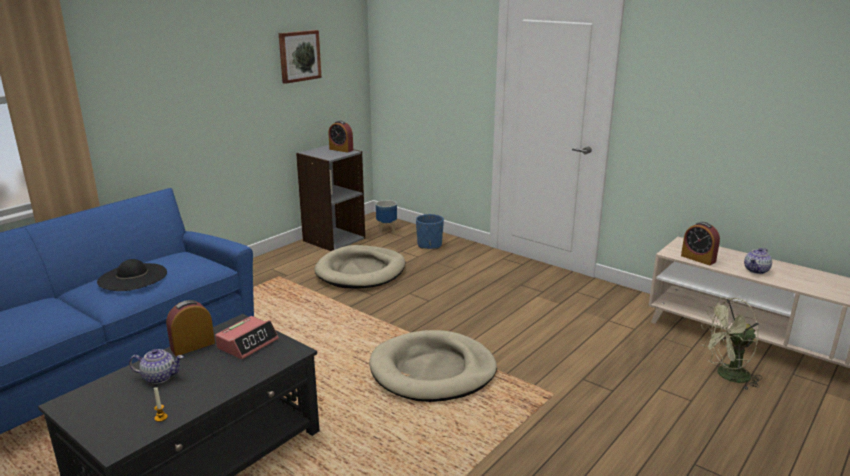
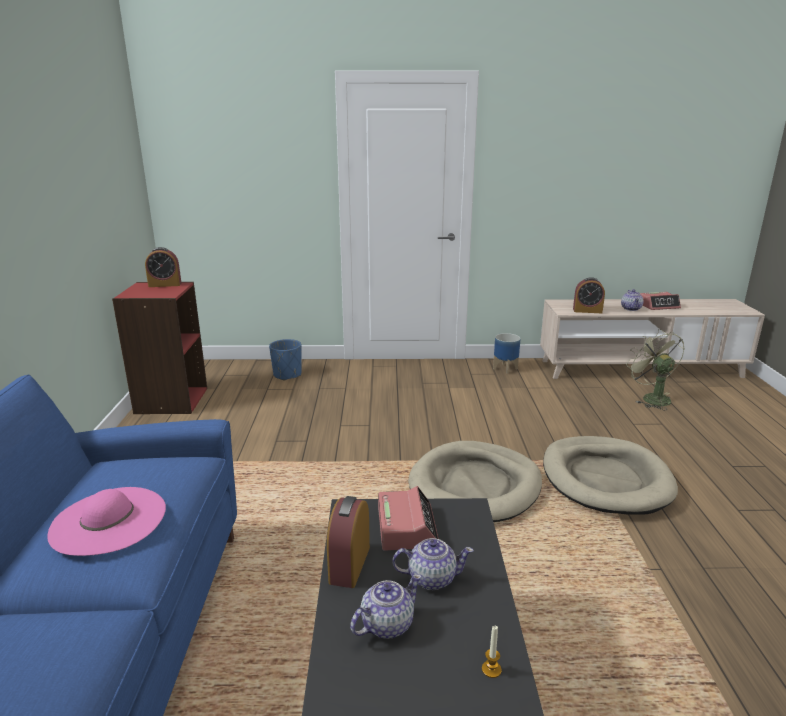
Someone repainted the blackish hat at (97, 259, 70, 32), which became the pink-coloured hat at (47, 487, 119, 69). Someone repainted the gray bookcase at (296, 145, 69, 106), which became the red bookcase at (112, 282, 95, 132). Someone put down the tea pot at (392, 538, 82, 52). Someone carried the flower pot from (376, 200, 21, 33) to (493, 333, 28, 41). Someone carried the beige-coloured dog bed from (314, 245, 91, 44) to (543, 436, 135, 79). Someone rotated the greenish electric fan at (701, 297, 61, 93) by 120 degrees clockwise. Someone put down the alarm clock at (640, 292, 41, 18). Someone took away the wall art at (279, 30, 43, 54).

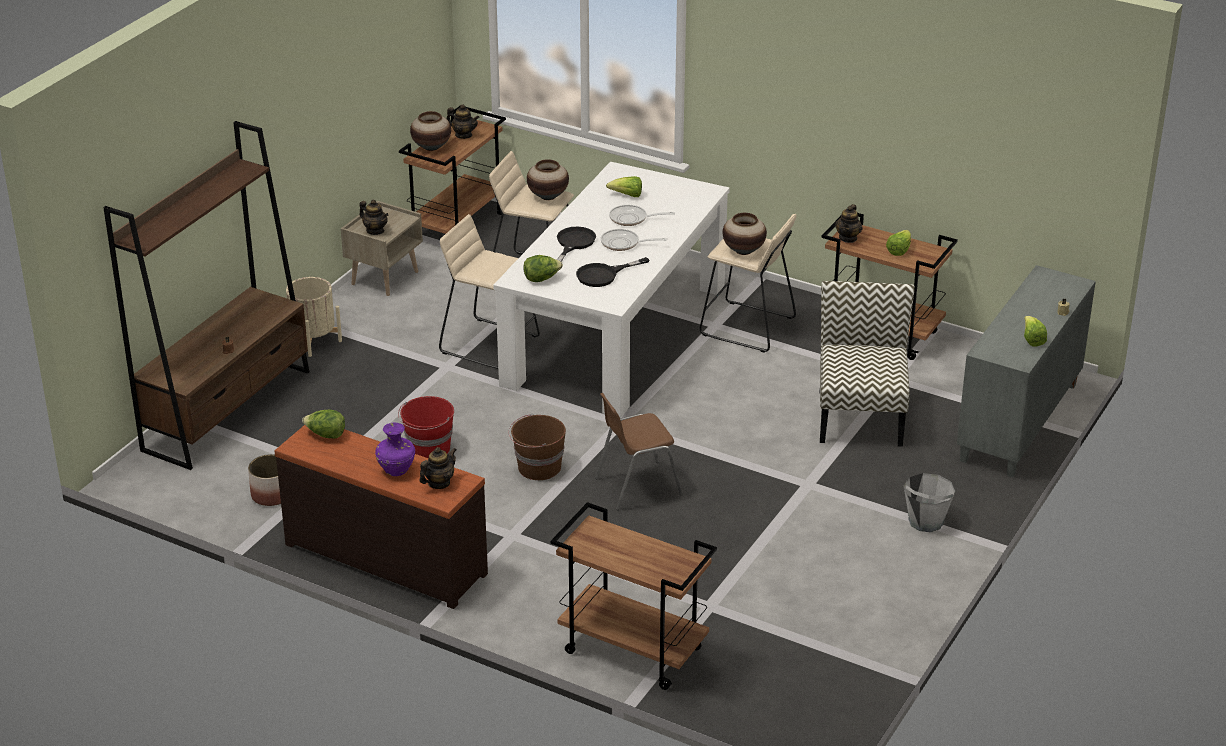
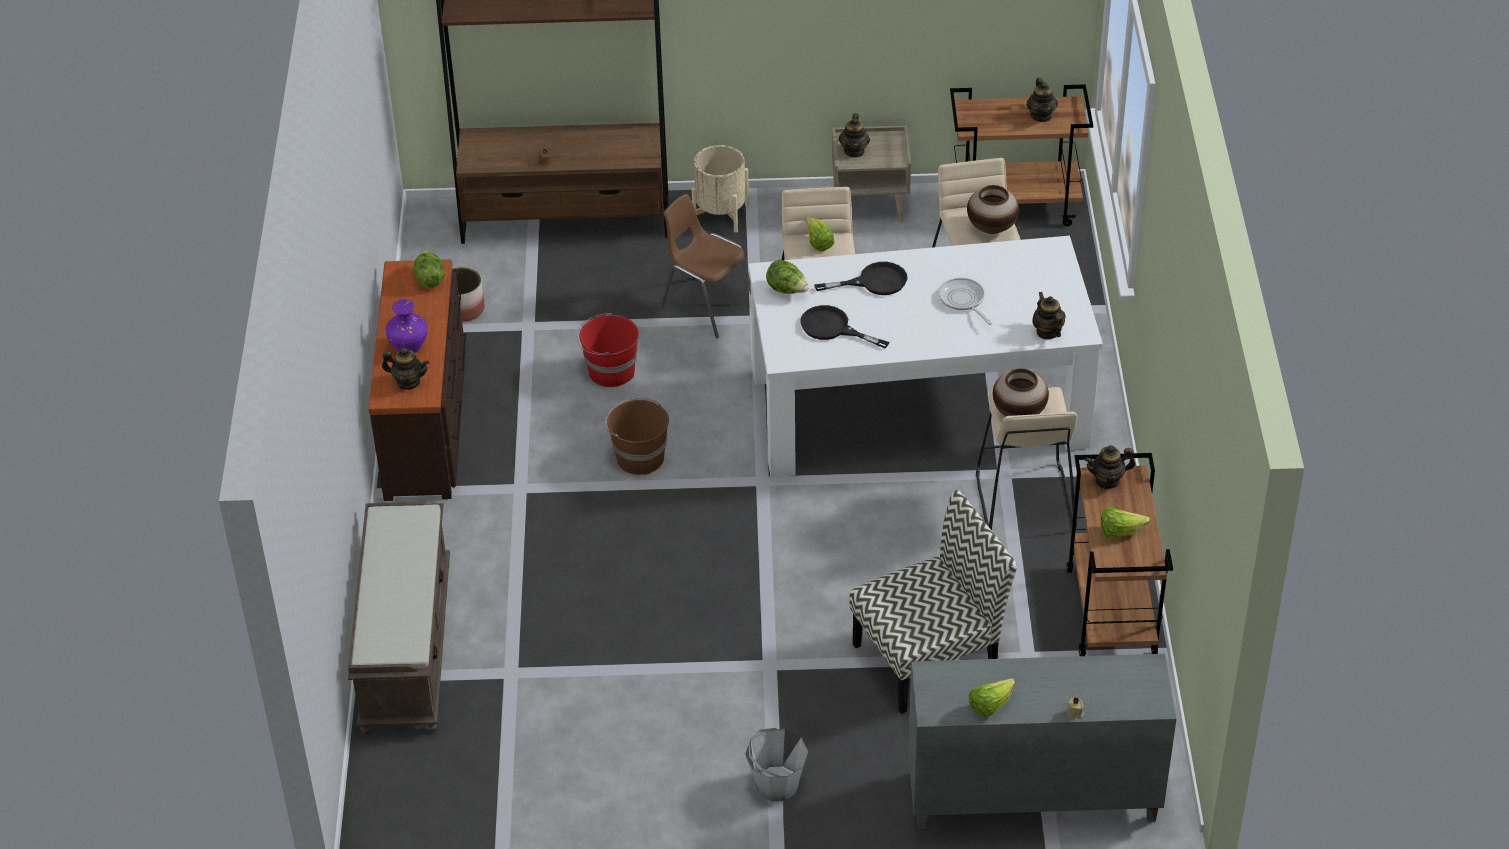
Someone swapped the brownish cart at (550, 502, 167, 188) for the brownish long seat at (348, 502, 102, 233). Someone carried the brownish chair from (595, 393, 87, 117) to (660, 194, 91, 144). Someone carried the lettuce from (606, 176, 36, 21) to (805, 217, 29, 35). Someone put down the tea pot at (1032, 292, 34, 47). Someone took away the decorative vase at (410, 111, 41, 40). Someone took away the skillet at (601, 229, 66, 22).

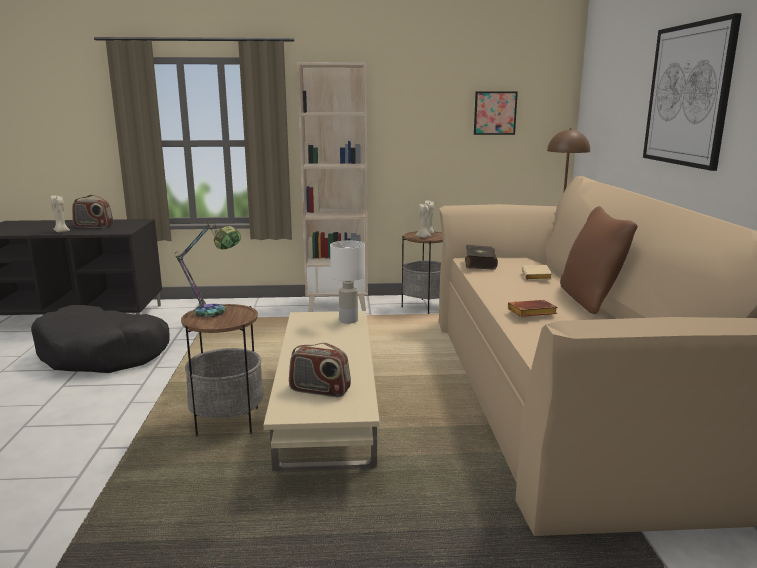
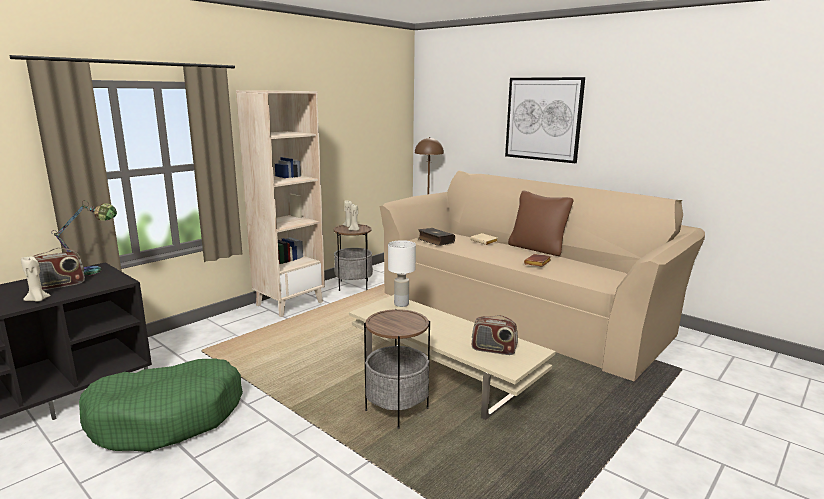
Someone carried the lamp for a table from (175, 219, 66, 98) to (51, 201, 66, 75). Someone repainted the blackish dog bed at (31, 305, 139, 68), which became the greenish dog bed at (79, 359, 164, 93). Someone rotated the radio at (289, 343, 62, 54) by 45 degrees clockwise. Someone took away the wall art at (474, 91, 44, 44).

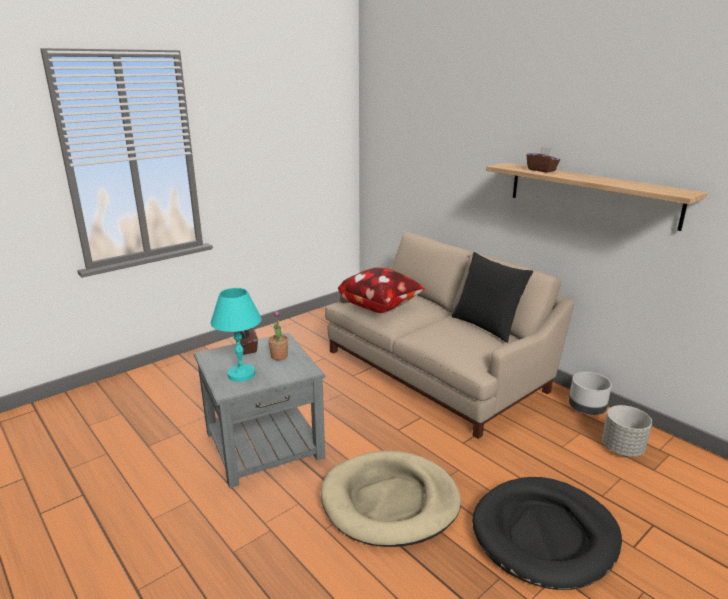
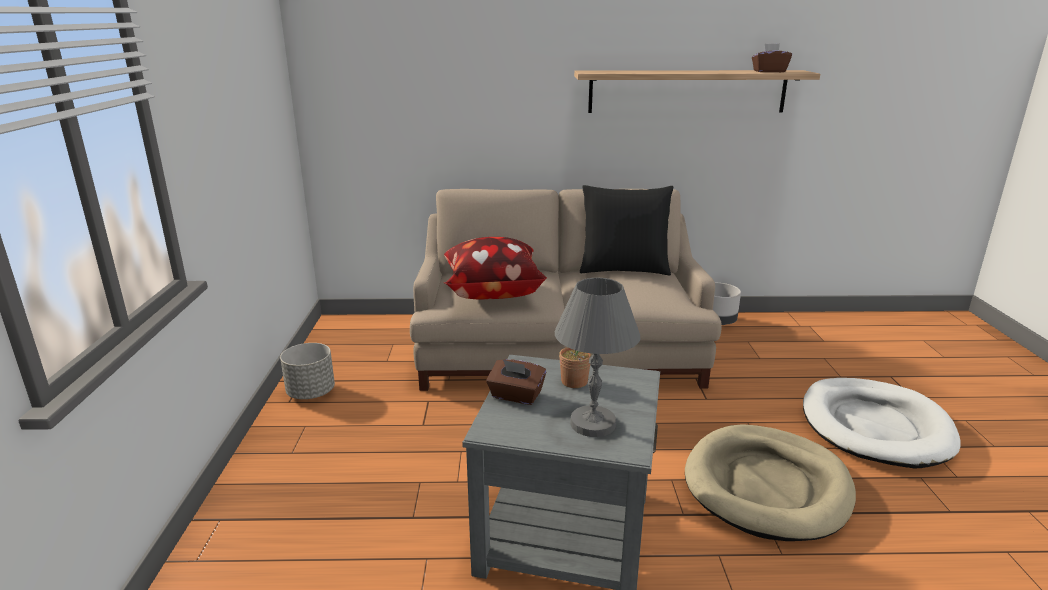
Someone carried the gray flower pot from (602, 405, 50, 52) to (280, 343, 55, 56). Someone repainted the turquoise-coloured lamp for a table at (211, 288, 51, 94), which became the gray lamp for a table at (555, 278, 85, 159). Someone carried the brownish tissue holder from (526, 147, 34, 25) to (752, 43, 40, 29). Someone repainted the blackish dog bed at (472, 477, 150, 113), which became the white dog bed at (803, 378, 158, 91).

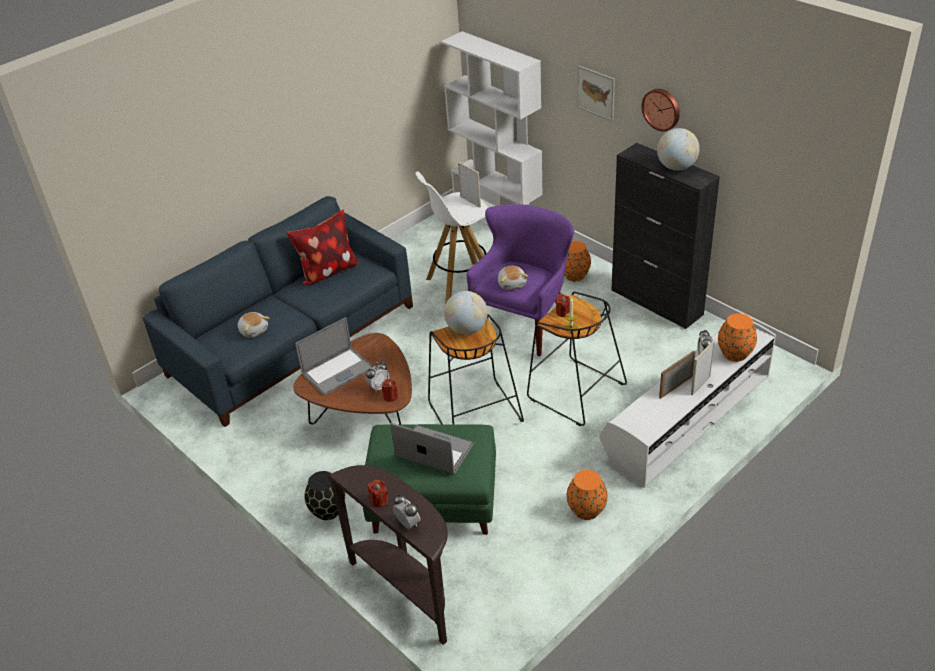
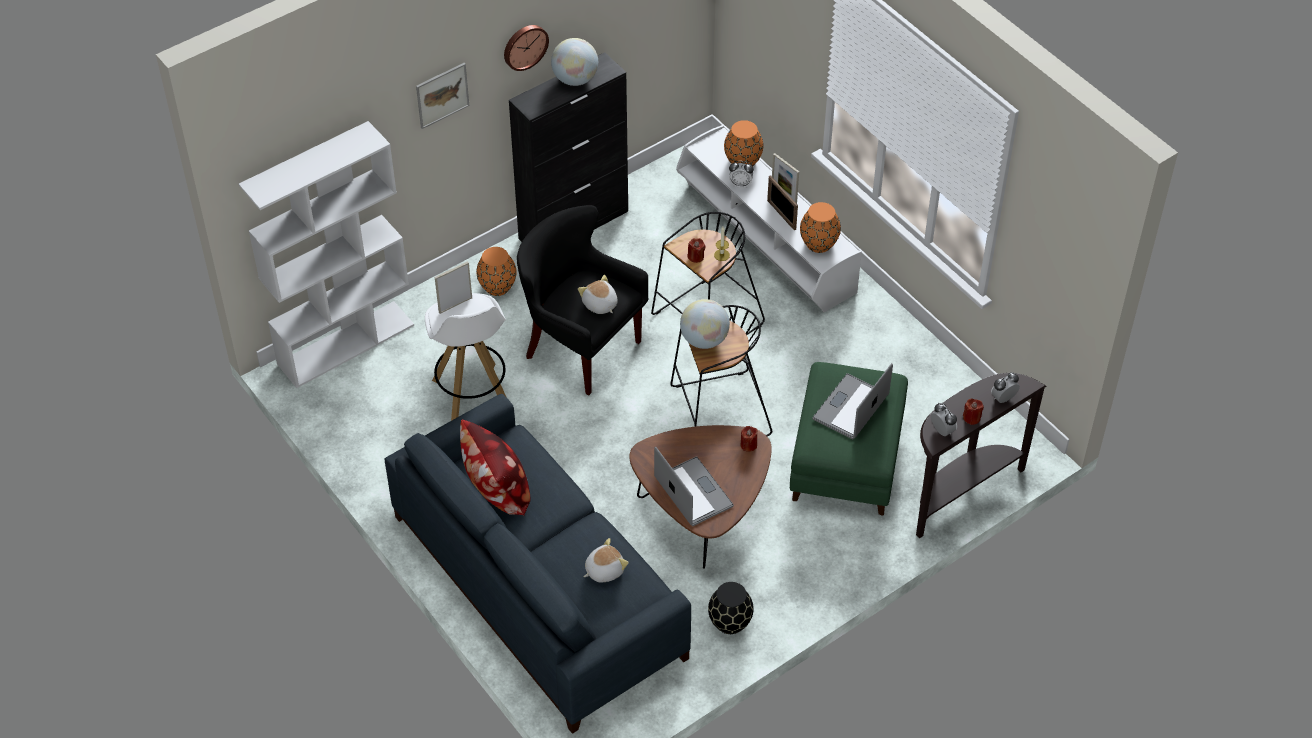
Someone repainted the purple-coloured easy chair at (466, 204, 108, 152), which became the blackish easy chair at (517, 205, 131, 190). Someone rotated the soft toy at (498, 266, 30, 24) by 120 degrees counterclockwise. Someone carried the blackish decorative vase from (305, 471, 40, 49) to (708, 582, 46, 52). Someone carried the orange-coloured decorative vase from (567, 470, 41, 50) to (800, 202, 41, 51). Someone carried the alarm clock from (365, 362, 24, 29) to (931, 403, 26, 33).

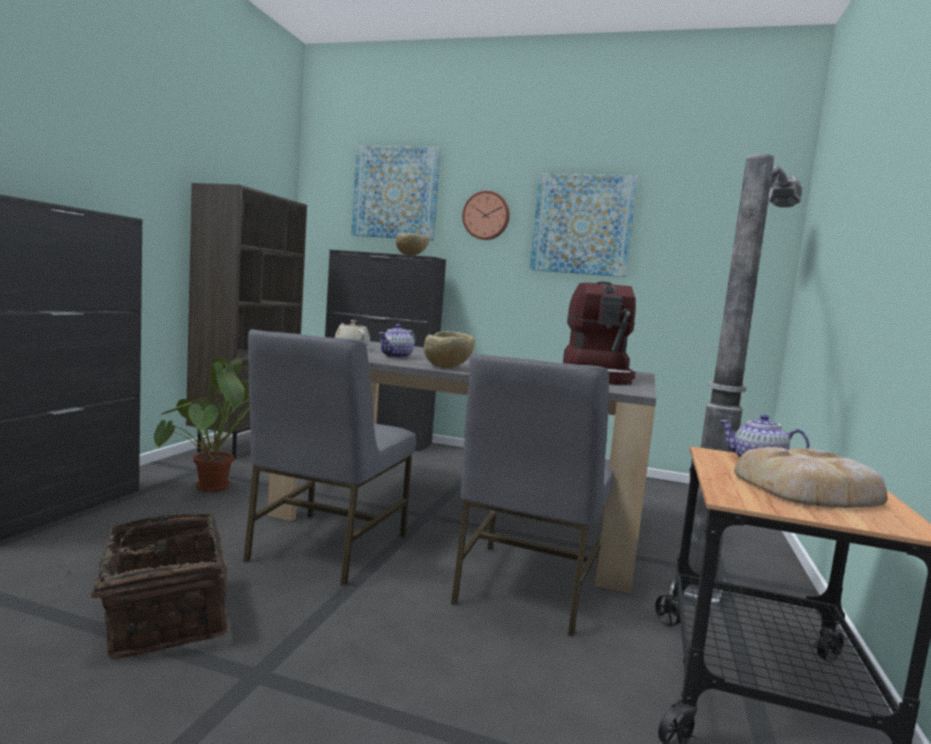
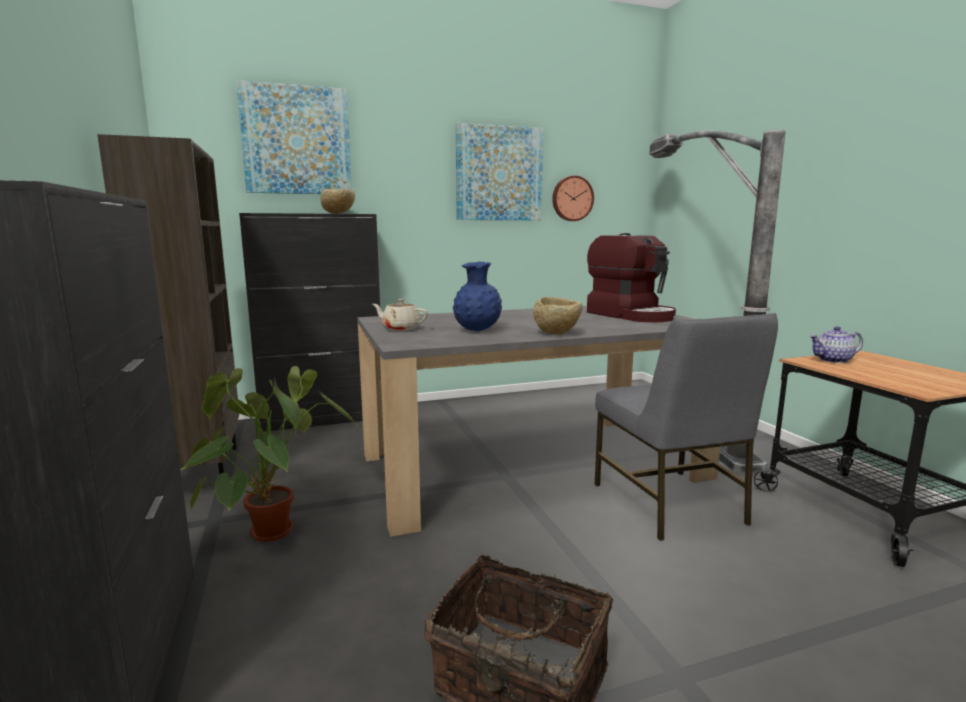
Someone swapped the tea pot at (379, 324, 36, 34) for the blue decorative vase at (453, 262, 49, 69). Someone carried the hanging clock from (462, 191, 48, 49) to (552, 176, 42, 45). Someone took away the gray chair at (243, 329, 173, 257). Someone took away the bakery bread at (734, 447, 154, 61).

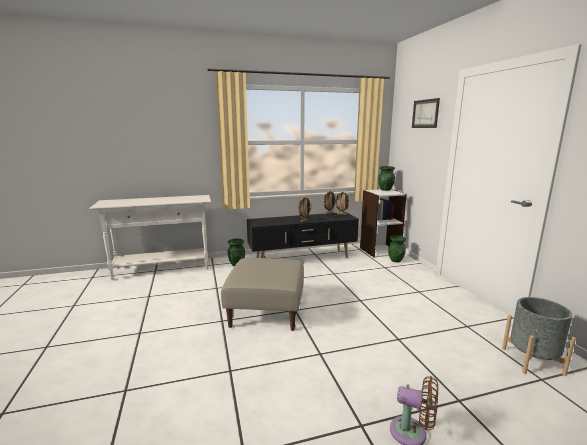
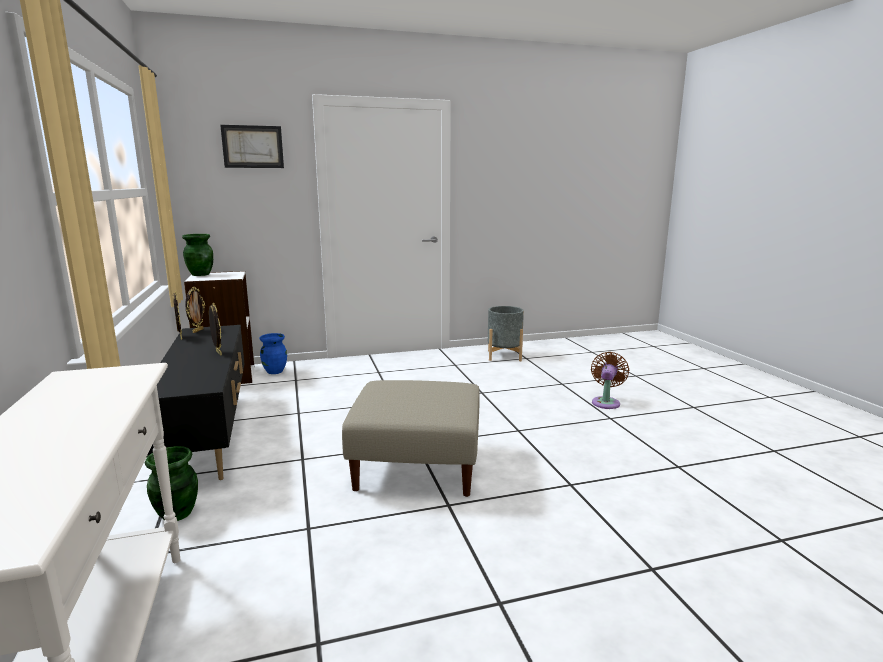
Someone repainted the greenish decorative vase at (388, 235, 18, 27), which became the blue decorative vase at (260, 333, 27, 41).

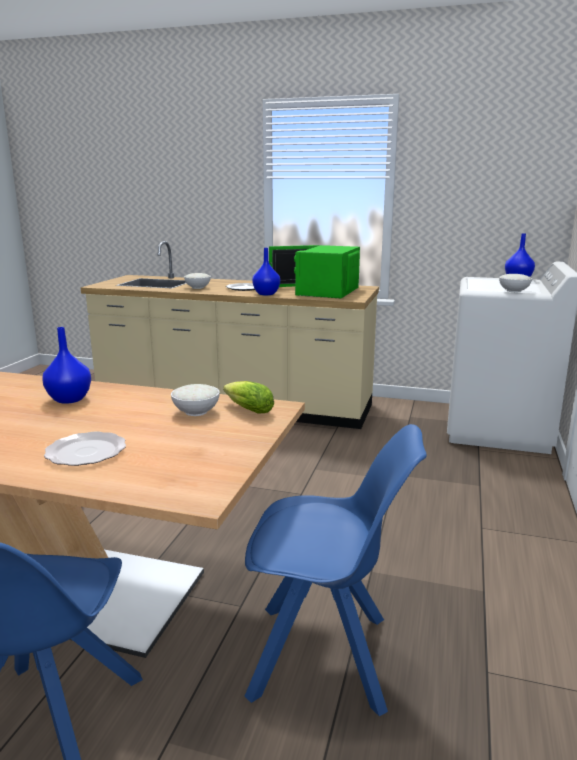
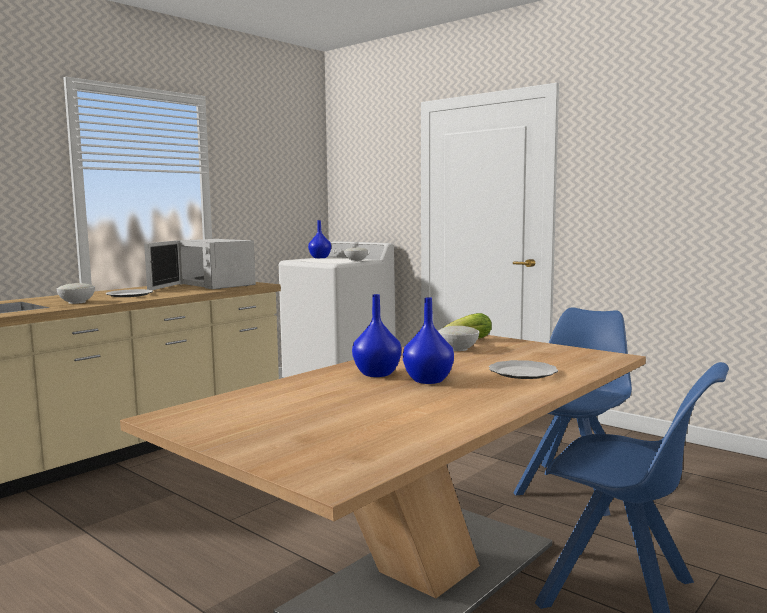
Someone repainted the greenish microwave at (269, 245, 91, 54), which became the white microwave at (144, 239, 112, 51). Someone carried the blue decorative vase from (252, 248, 28, 47) to (403, 297, 51, 87).

